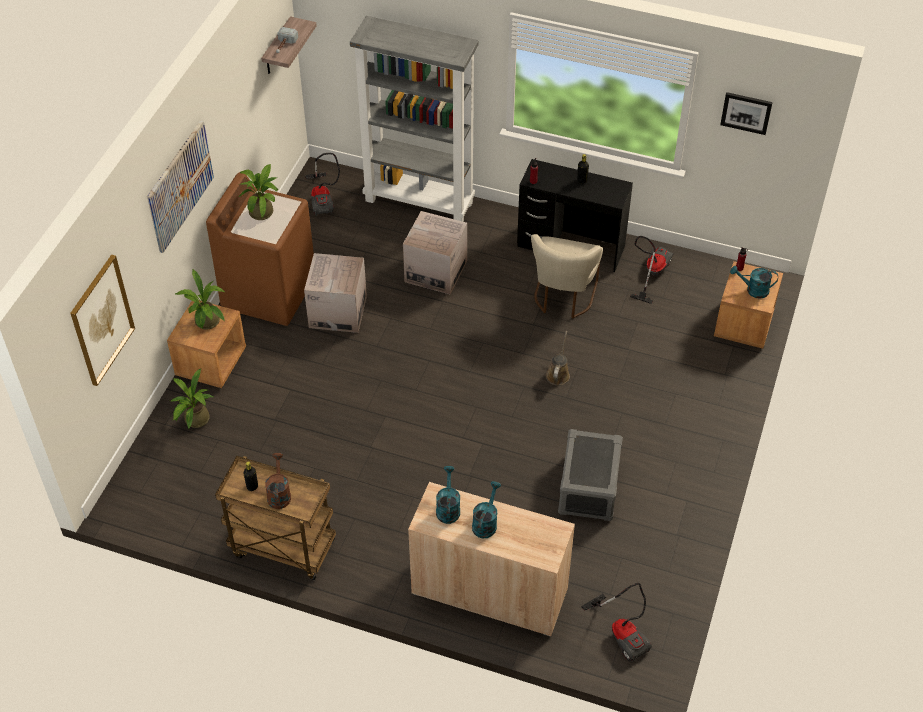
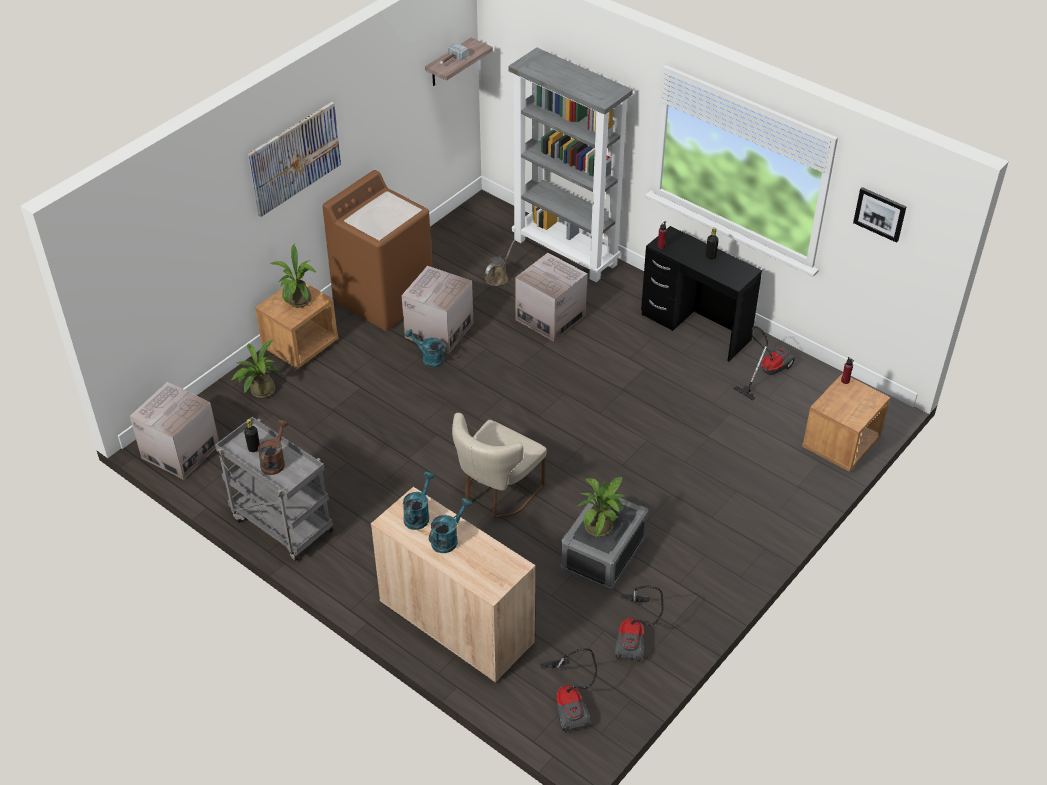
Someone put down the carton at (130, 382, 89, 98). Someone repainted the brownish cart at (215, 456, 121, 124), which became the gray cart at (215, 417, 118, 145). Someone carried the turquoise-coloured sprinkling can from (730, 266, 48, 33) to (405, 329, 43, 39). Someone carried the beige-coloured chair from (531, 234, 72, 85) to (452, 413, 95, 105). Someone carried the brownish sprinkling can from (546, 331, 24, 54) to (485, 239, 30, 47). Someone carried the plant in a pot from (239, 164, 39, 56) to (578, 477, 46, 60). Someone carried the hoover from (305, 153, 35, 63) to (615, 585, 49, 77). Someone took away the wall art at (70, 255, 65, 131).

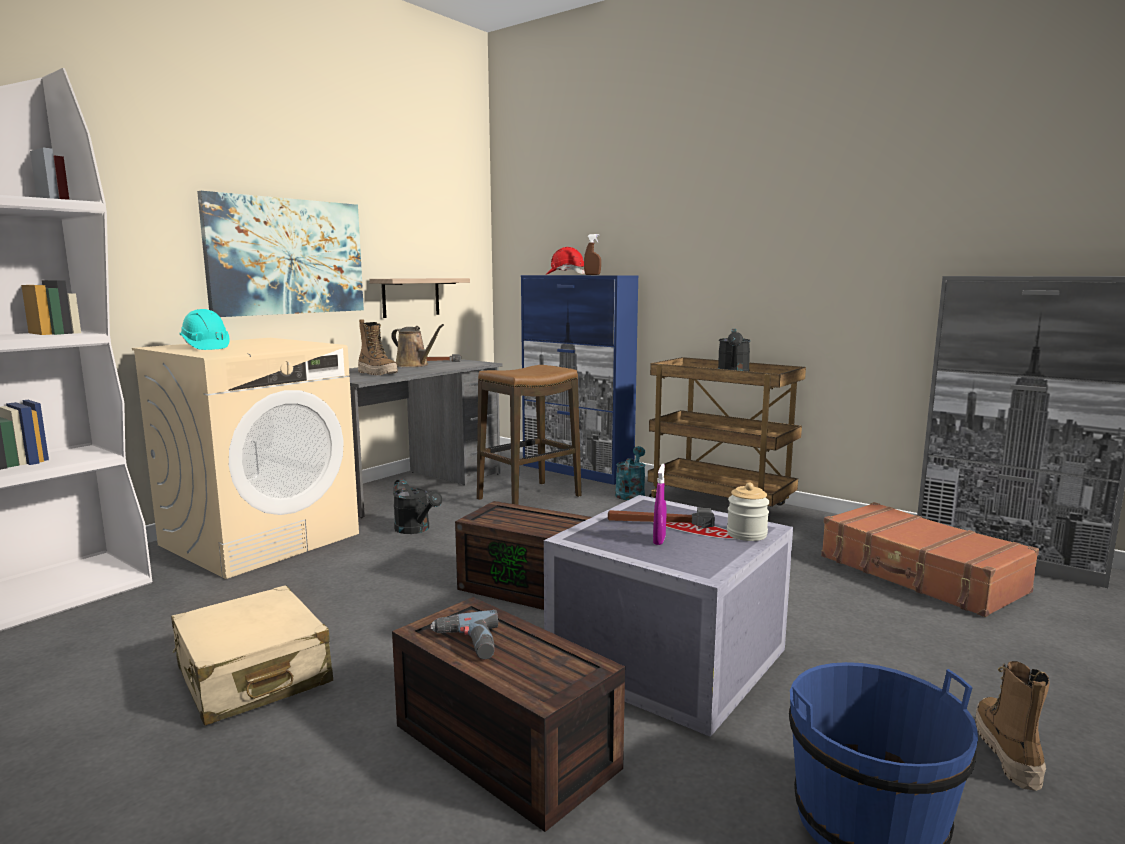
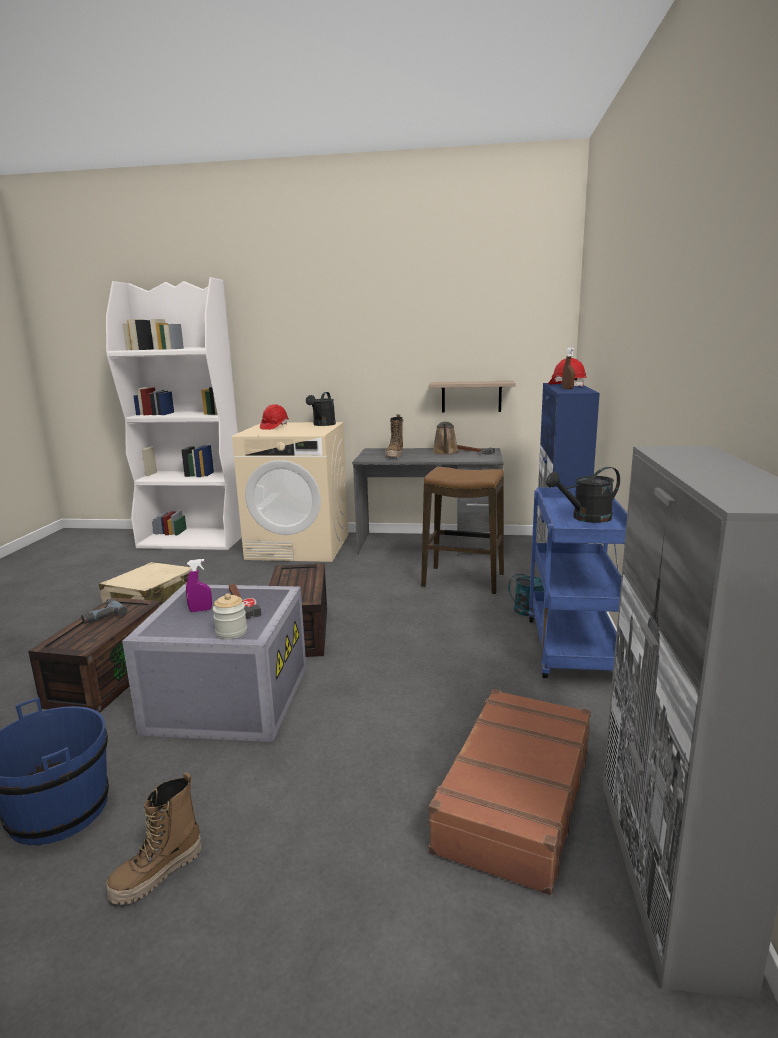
Someone rotated the boot at (975, 661, 75, 130) by 150 degrees clockwise. Someone repainted the turquoise-coloured hard hat at (179, 309, 51, 41), which became the red hard hat at (260, 404, 29, 26). Someone carried the blackish sprinkling can from (393, 479, 49, 55) to (306, 392, 30, 34). Someone repainted the brownish cart at (648, 357, 158, 150), which became the blue cart at (528, 487, 99, 191). Someone took away the wall art at (197, 191, 167, 126).

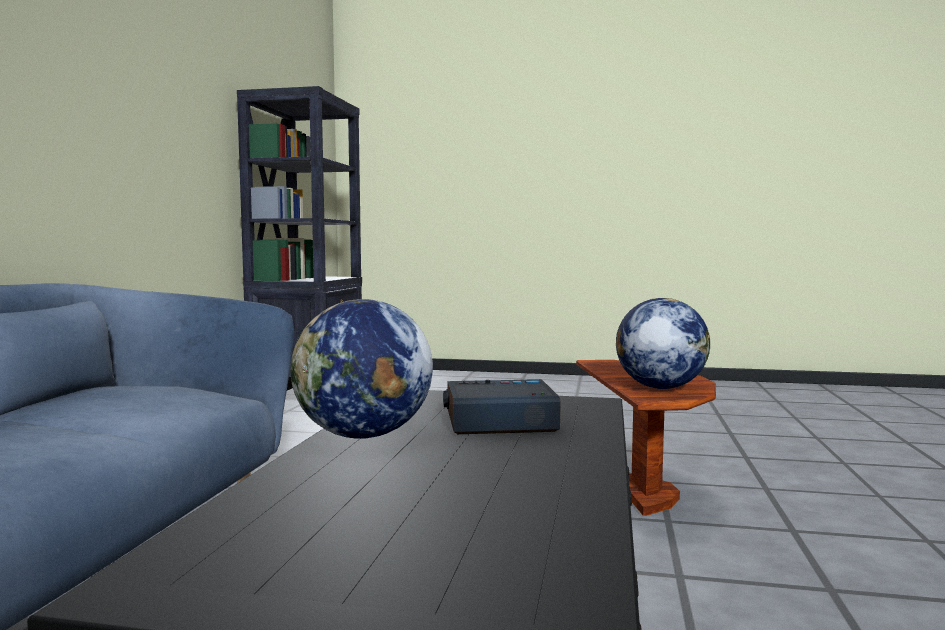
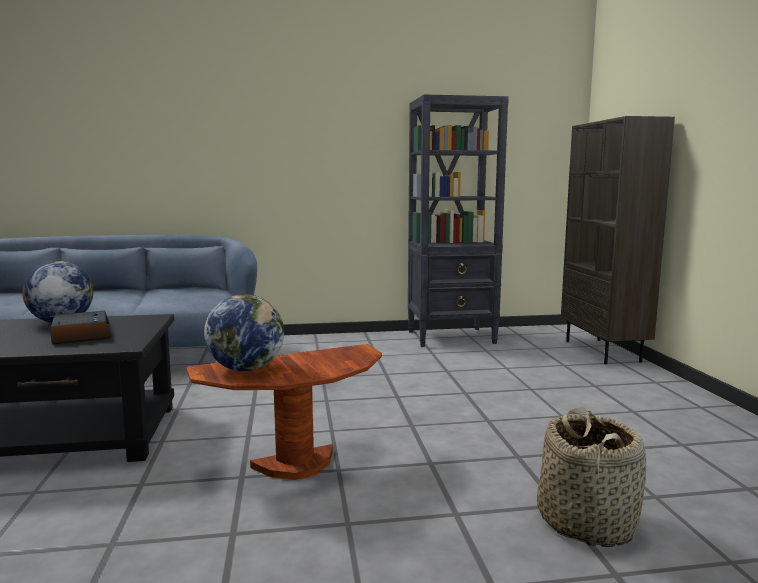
Someone put down the storage basket at (537, 407, 109, 140). Someone put down the brownish bookcase at (561, 116, 114, 248).

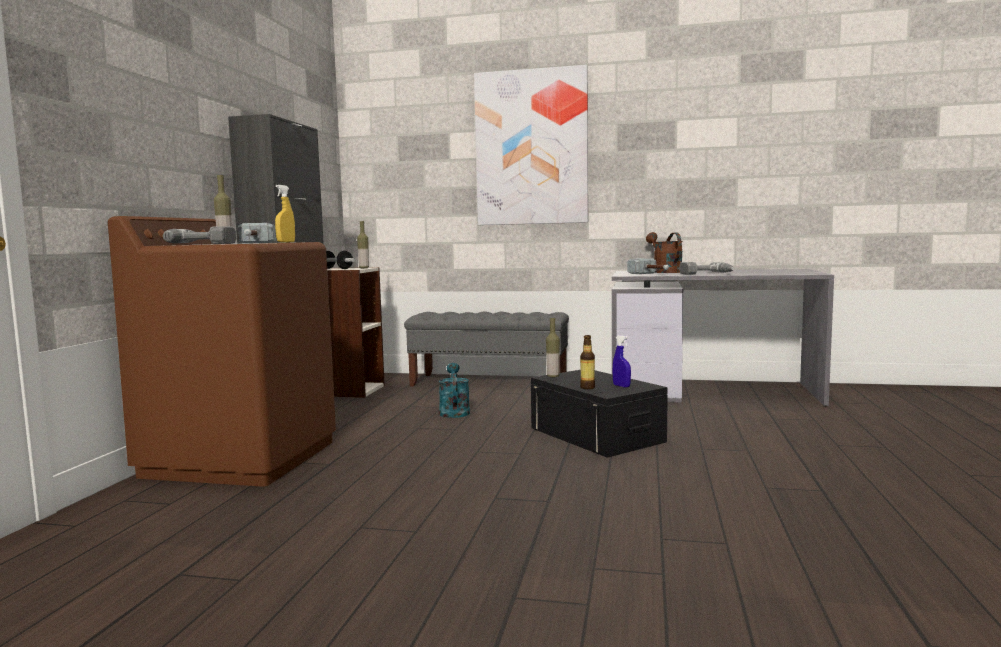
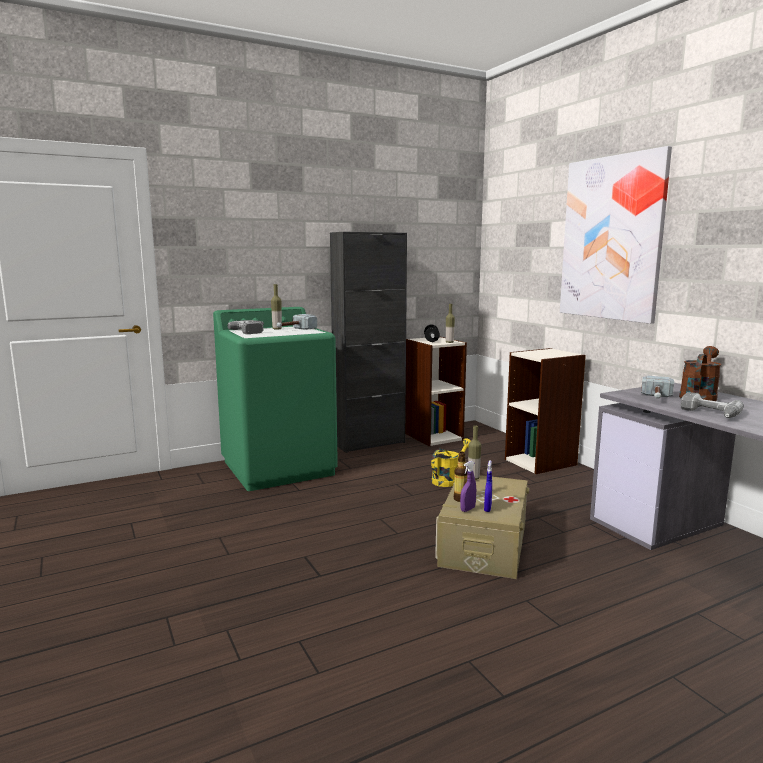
Someone repainted the brownish laundry appliance at (108, 216, 228, 270), which became the greenish laundry appliance at (213, 307, 125, 184). Someone repainted the turquoise-coloured sprinkling can at (439, 363, 31, 55), which became the yellow-coloured sprinkling can at (431, 438, 40, 49). Someone repainted the blackish storage container at (531, 370, 137, 88), which became the beige-coloured storage container at (435, 475, 95, 104). Someone put down the purple-coloured spray bottle at (460, 461, 16, 51). Someone swapped the gray long seat at (404, 311, 165, 76) for the bookcase at (505, 348, 81, 126). Someone took away the yellow-coloured spray bottle at (275, 185, 20, 58).

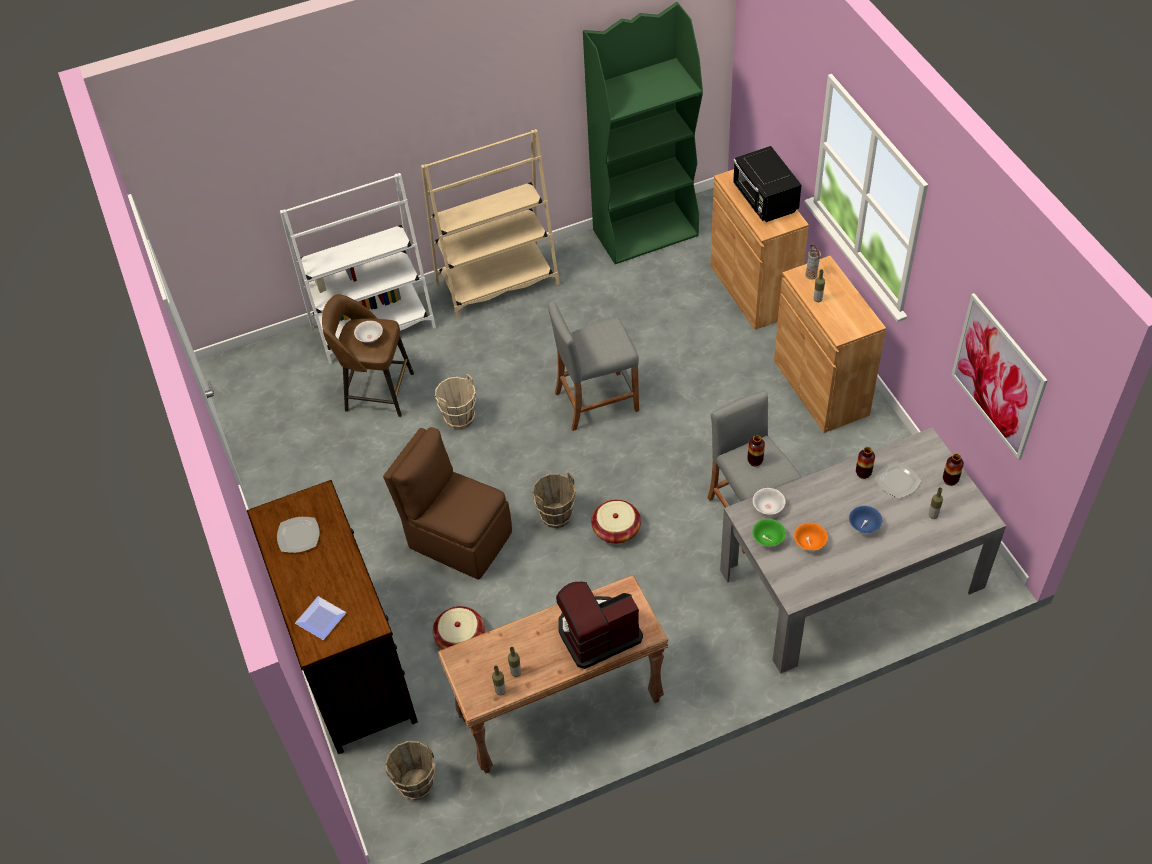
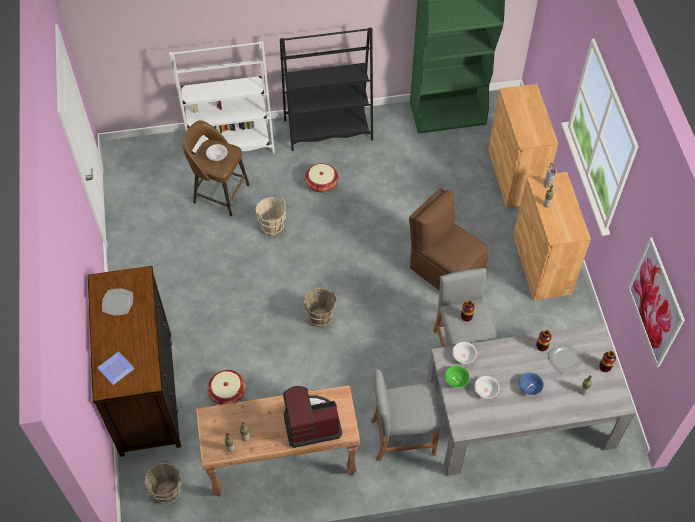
Someone repainted the beige-coloured bookcase at (421, 129, 139, 191), which became the blackish bookcase at (280, 28, 93, 123). Someone carried the storage basket from (591, 500, 50, 44) to (305, 163, 33, 30). Someone carried the gray stool seat from (547, 301, 92, 130) to (371, 369, 71, 92). Someone carried the brownish chair from (383, 427, 129, 152) to (409, 188, 80, 102). Someone repainted the orange-coloured bowl at (794, 523, 34, 27), which became the white bowl at (474, 376, 25, 22). Someone took away the blackish microwave at (733, 146, 68, 76).

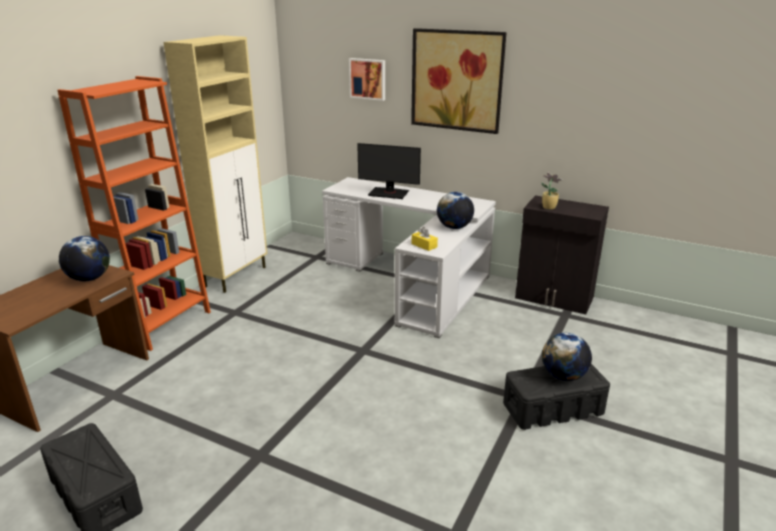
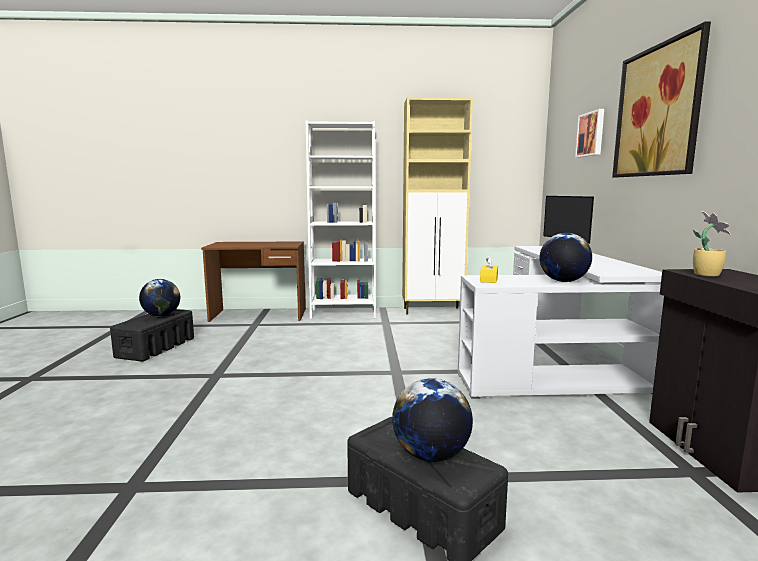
Someone carried the globe from (59, 236, 51, 45) to (139, 279, 41, 37). Someone repainted the orange-coloured bookcase at (57, 76, 154, 275), which became the white bookcase at (306, 121, 70, 198).

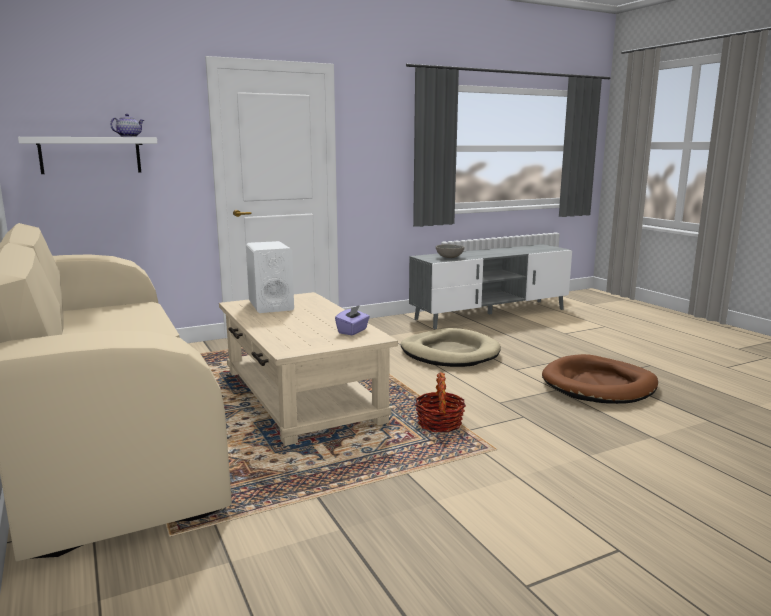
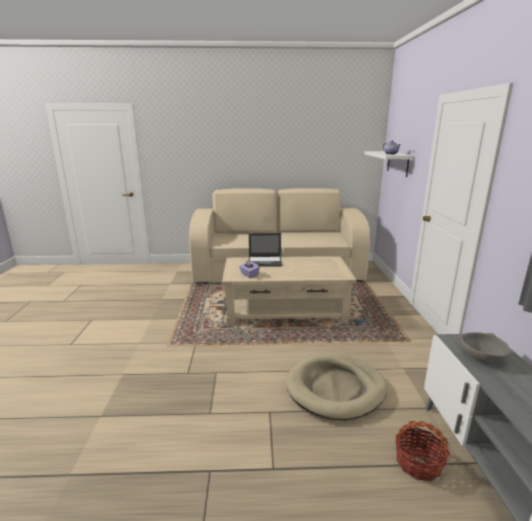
Someone put down the laptop at (249, 233, 33, 34). Someone carried the storage basket from (415, 372, 51, 60) to (395, 421, 56, 60). Someone took away the white audio speaker at (246, 241, 48, 72). Someone took away the brownish dog bed at (542, 354, 116, 50).

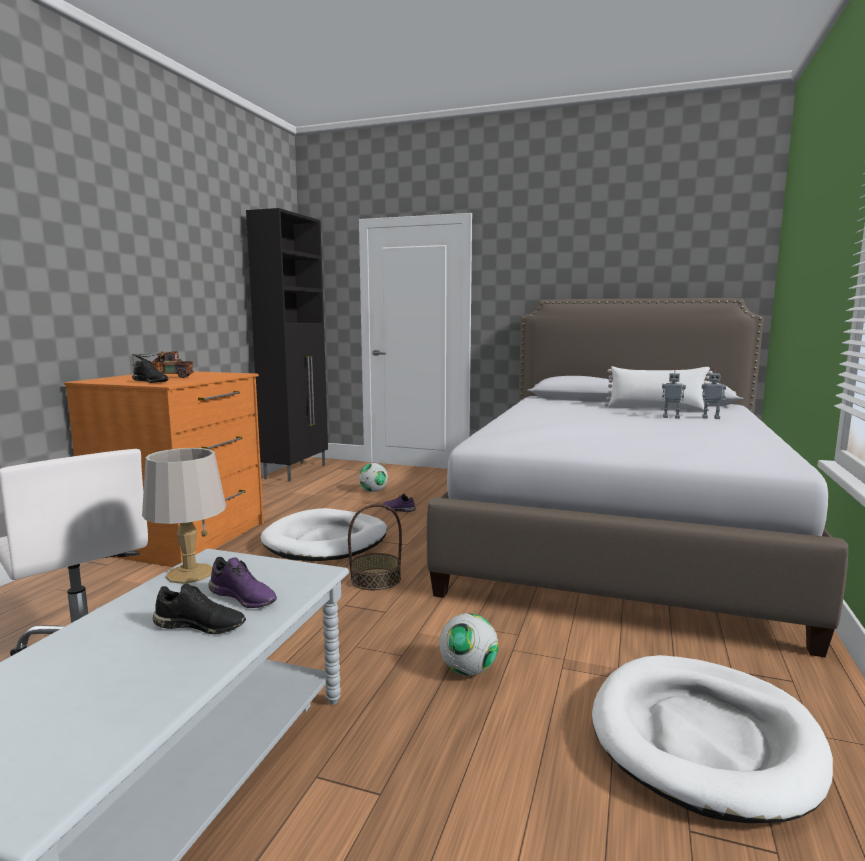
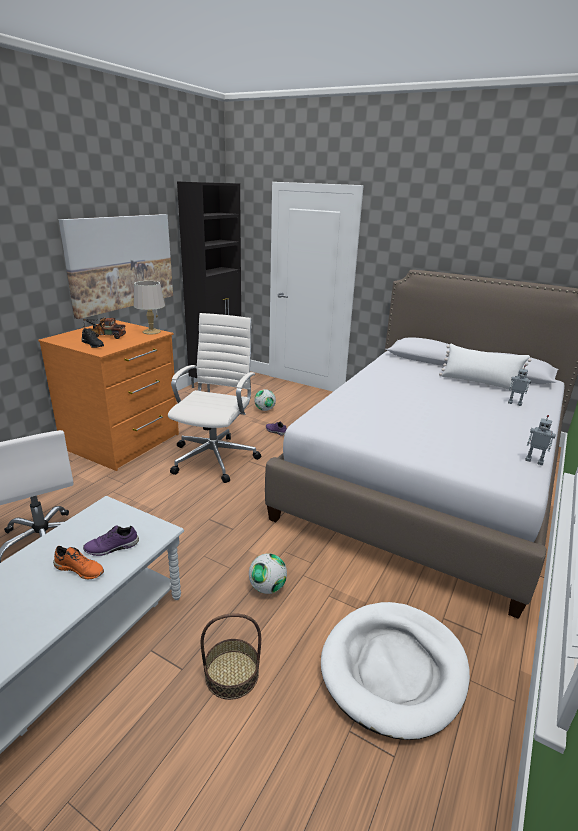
Someone repainted the blackish shoe at (153, 583, 93, 51), which became the orange-coloured shoe at (53, 546, 51, 33). Someone put up the wall art at (58, 214, 115, 105). Someone rotated the purple-coloured shoe at (208, 557, 69, 51) by 120 degrees clockwise. Someone carried the gray lamp for a table from (142, 448, 84, 136) to (133, 281, 32, 54). Someone swapped the white dog bed at (260, 508, 127, 53) for the white computer chair at (168, 313, 93, 170). Someone carried the storage basket from (348, 504, 54, 86) to (201, 613, 60, 87). Someone carried the model robot from (662, 367, 24, 52) to (525, 415, 31, 50).

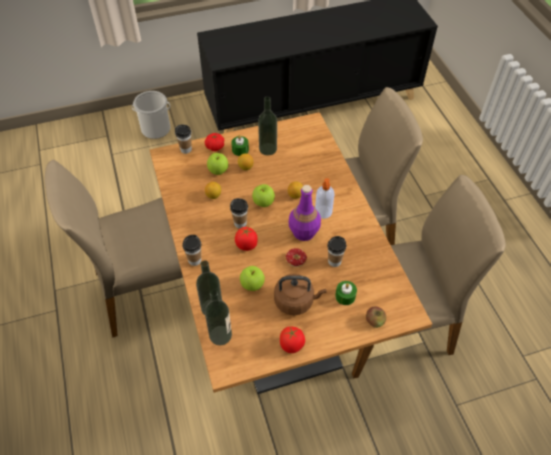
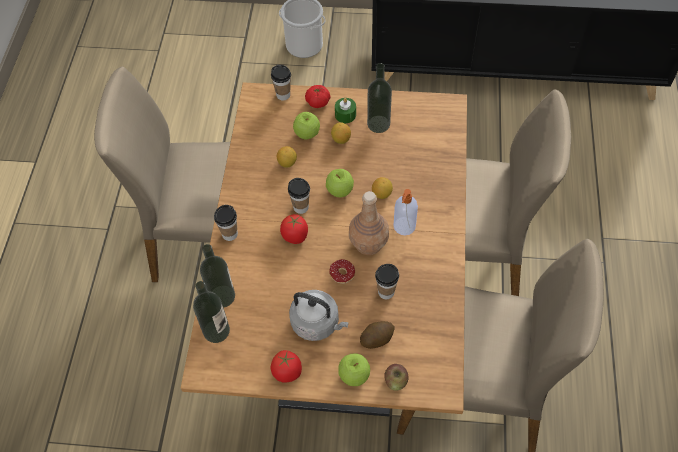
Someone repainted the brownish kettle at (274, 274, 53, 41), which became the gray kettle at (289, 290, 60, 51). Someone carried the apple fruit from (240, 266, 25, 25) to (338, 353, 32, 33). Someone repainted the purple-coloured beverage bottle at (288, 185, 33, 56), which became the brownish beverage bottle at (349, 191, 40, 64). Someone swapped the greenish candle at (335, 281, 22, 24) for the whole potato at (360, 321, 34, 28).

